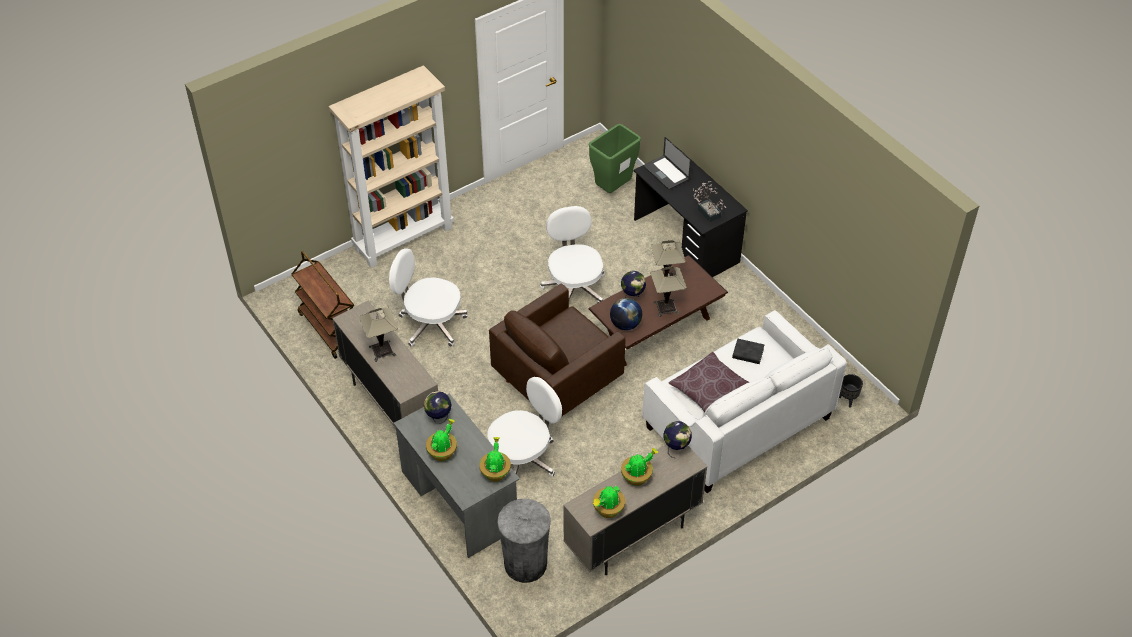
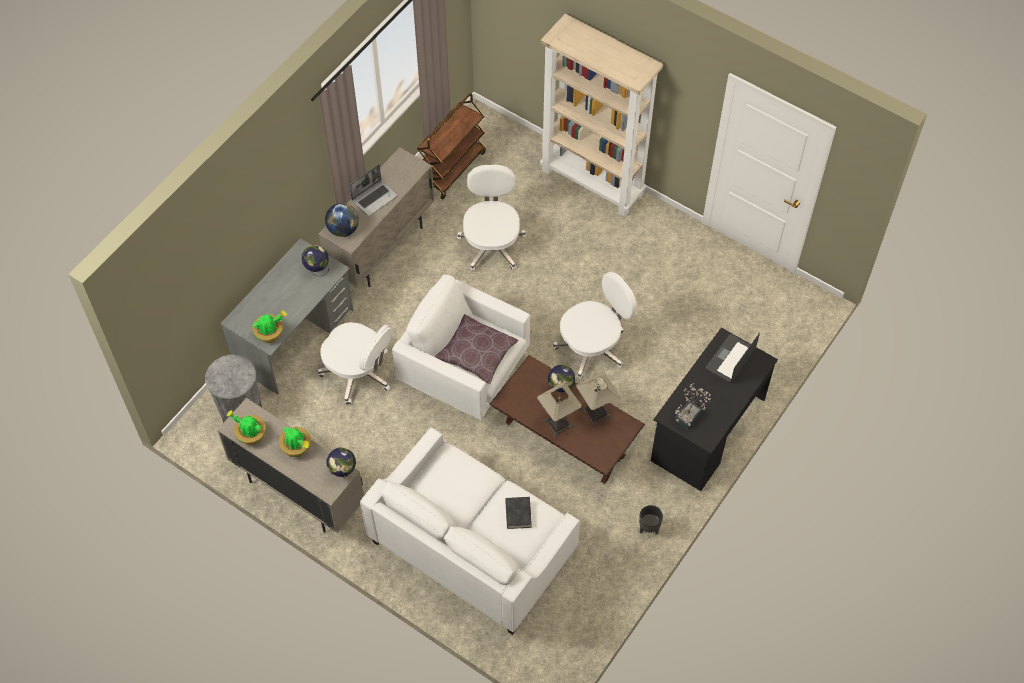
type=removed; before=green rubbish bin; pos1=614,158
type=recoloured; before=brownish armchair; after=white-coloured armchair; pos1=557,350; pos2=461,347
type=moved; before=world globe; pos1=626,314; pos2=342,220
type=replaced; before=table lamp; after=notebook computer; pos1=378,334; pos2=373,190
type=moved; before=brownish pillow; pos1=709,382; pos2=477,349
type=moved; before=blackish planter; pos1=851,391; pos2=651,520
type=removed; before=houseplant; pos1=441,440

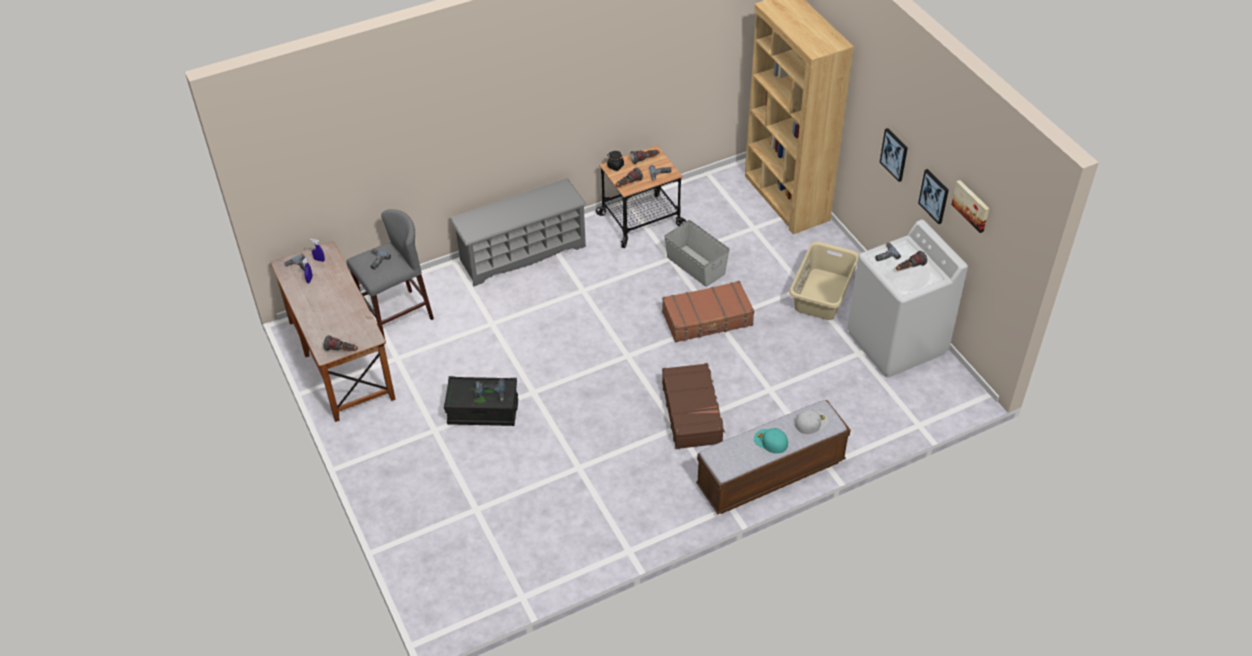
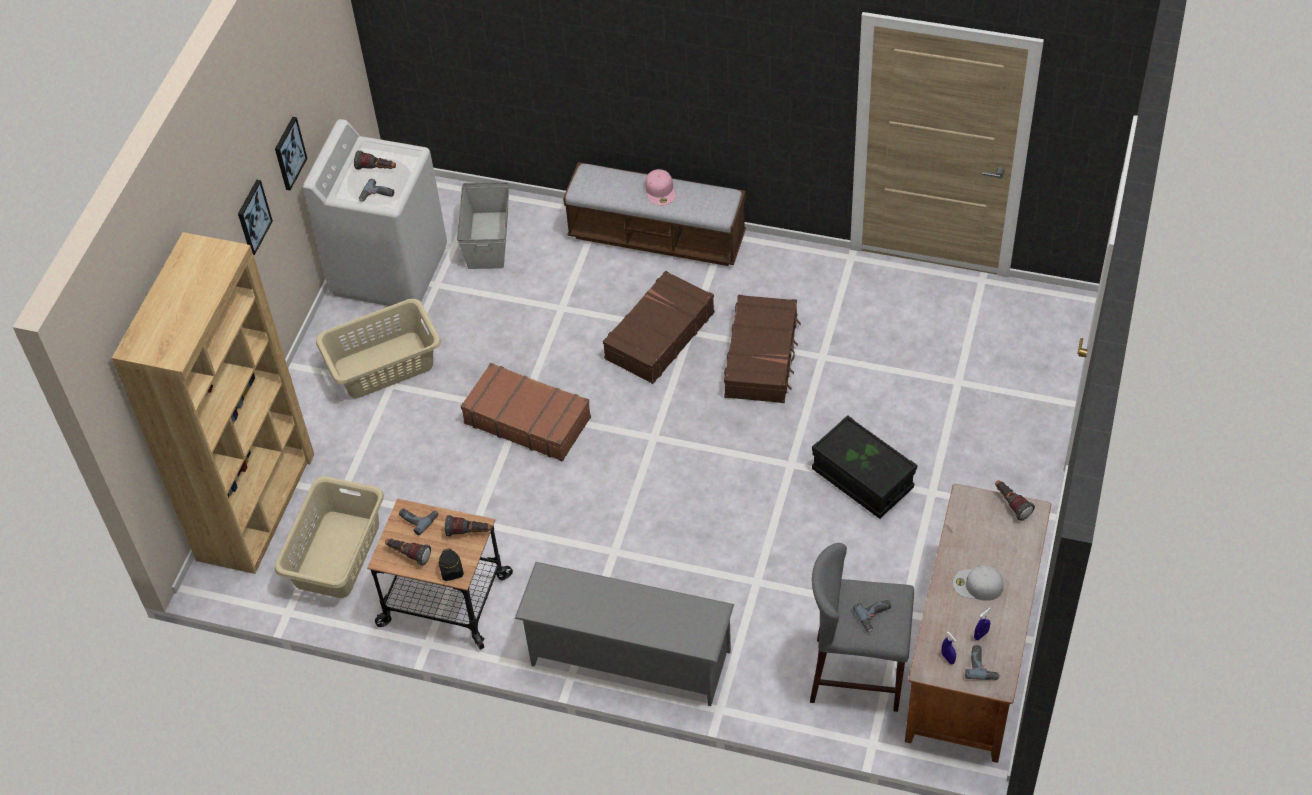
type=removed; before=wall art; pos1=970,206
type=moved; before=gray storage bin; pos1=697,253; pos2=483,225
type=removed; before=power drill; pos1=490,390
type=moved; before=white-coloured cap; pos1=812,421; pos2=978,583
type=recoloured; before=turquoise cap; after=pink-coloured cap; pos1=771,441; pos2=660,187
type=added; after=brownish piece of luggage; pos2=762,349
type=added; after=beige laundry basket; pos2=329,537

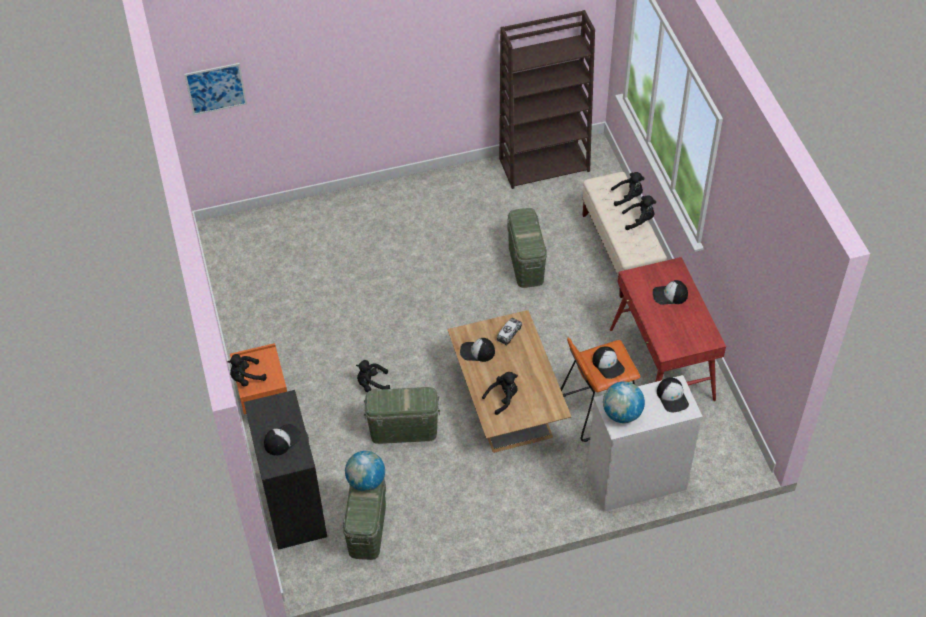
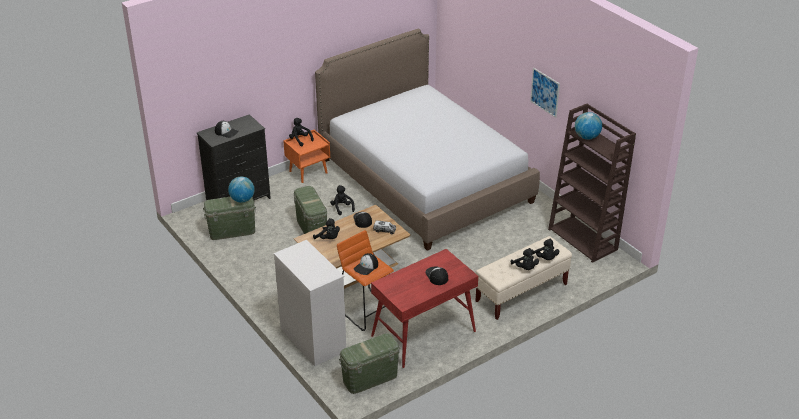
type=moved; before=wall art; pos1=215,89; pos2=545,93
type=moved; before=green storage bin; pos1=527,248; pos2=369,363
type=removed; before=cap; pos1=673,395
type=moved; before=world globe; pos1=624,402; pos2=588,125
type=added; after=bed; pos2=427,140

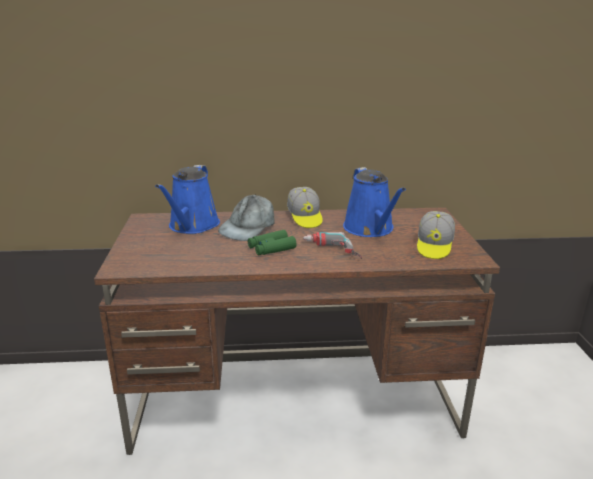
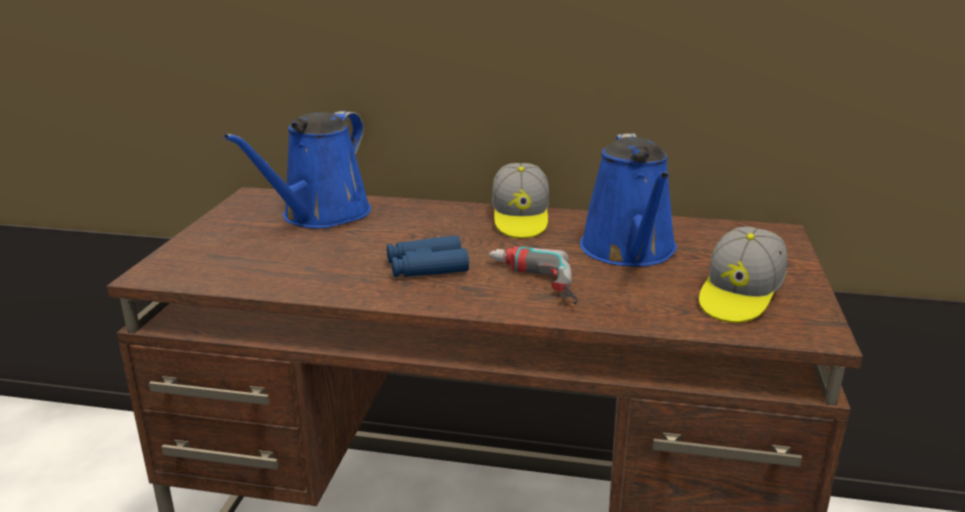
type=removed; before=gray cap; pos1=246,217
type=recoloured; before=green field glasses; after=blue field glasses; pos1=272,242; pos2=428,256

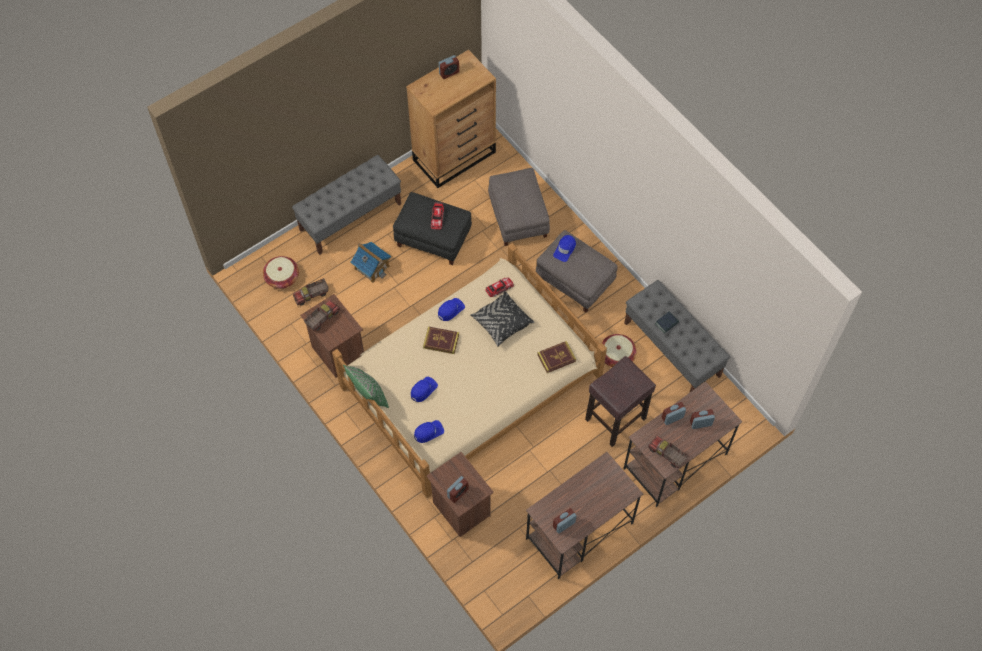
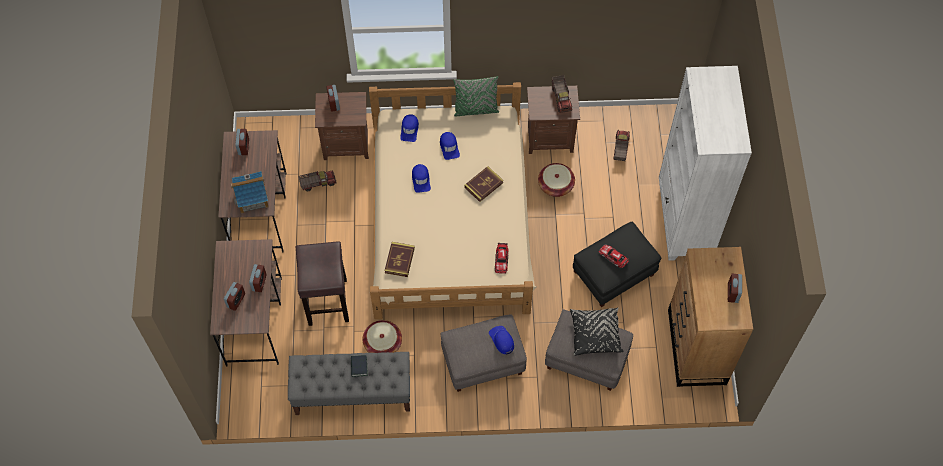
type=replaced; before=gray bench; after=white-coloured shelving unit; pos1=346,205; pos2=705,163
type=moved; before=miniature house; pos1=370,262; pos2=250,192
type=moved; before=storage basket; pos1=281,272; pos2=556,180
type=moved; before=blackish pillow; pos1=503,319; pos2=597,331
type=moved; before=blue cap; pos1=451,309; pos2=421,178
type=moved; before=toy lorry; pos1=668,452; pos2=317,181

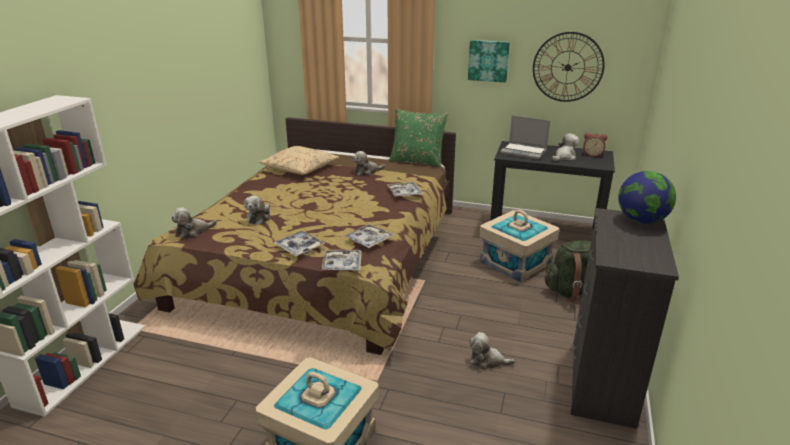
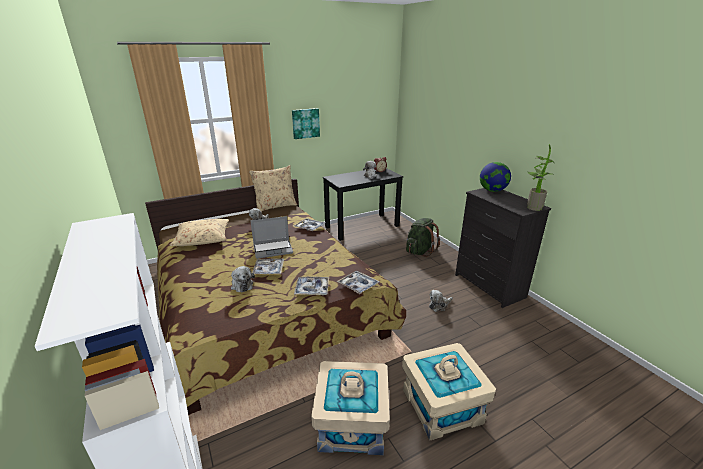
type=removed; before=hanging clock; pos1=569,67
type=recoloured; before=green pillow; after=beige pillow; pos1=419,137; pos2=273,188
type=moved; before=notebook computer; pos1=525,137; pos2=271,237
type=removed; before=cuddly toy; pos1=194,223
type=moved; before=beige storage bin; pos1=520,246; pos2=350,408
type=moved; before=serving tray; pos1=369,236; pos2=268,266
type=added; after=houseplant; pos2=541,177

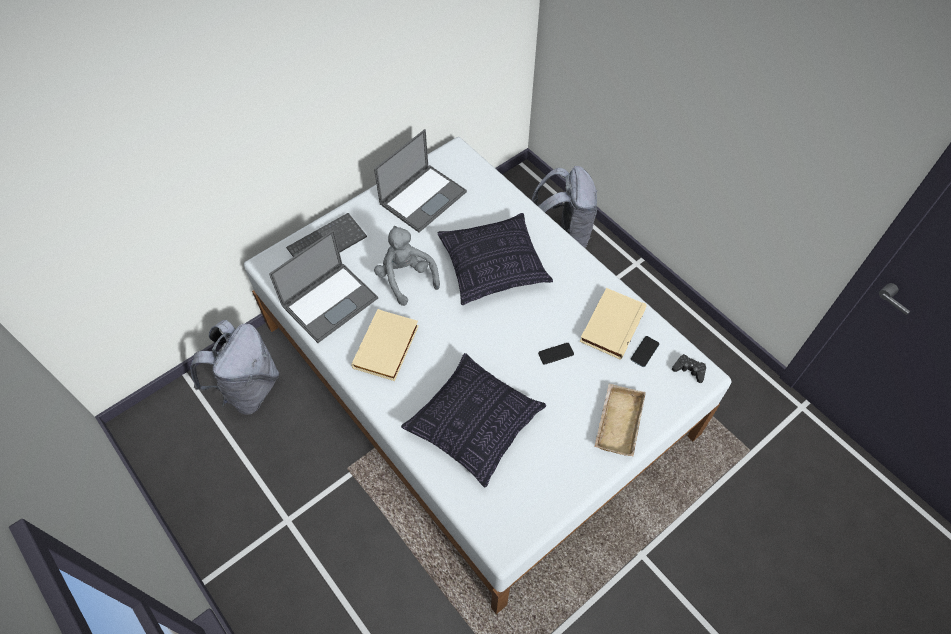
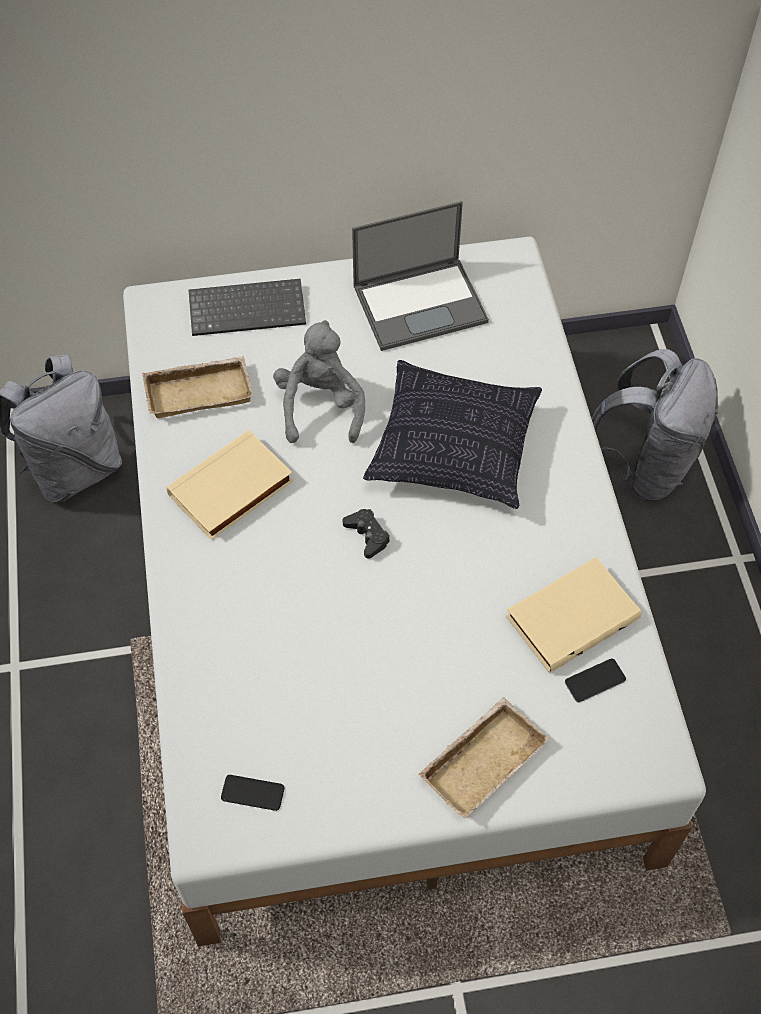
type=replaced; before=notebook computer; after=beige serving tray; pos1=323,286; pos2=197,387
type=moved; before=phone; pos1=556,354; pos2=252,793
type=removed; before=pillow; pos1=473,420
type=moved; before=blackish joypad; pos1=689,368; pos2=366,534

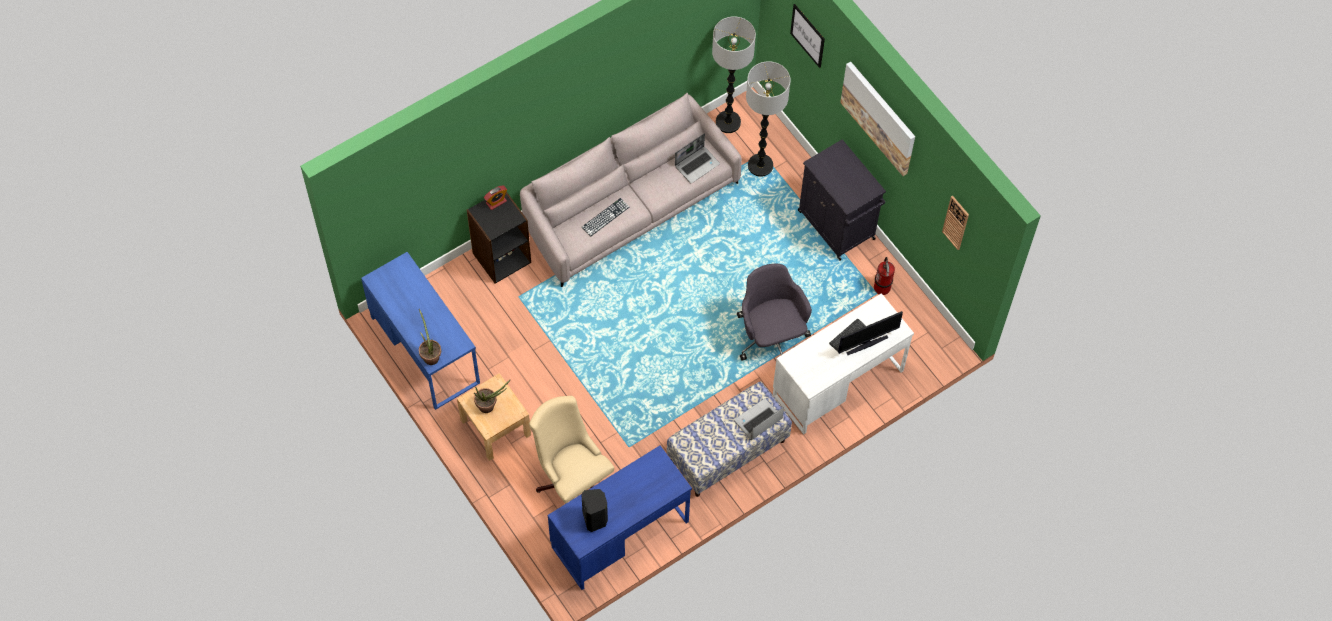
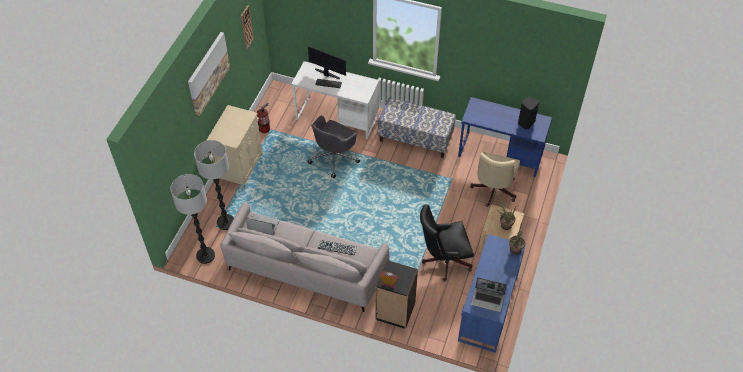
type=removed; before=wall art; pos1=807,36
type=recoloured; before=blackish cabinet; after=beige cabinet; pos1=842,200; pos2=234,147
type=moved; before=notebook computer; pos1=759,419; pos2=489,294
type=added; after=blackish computer chair; pos2=447,243

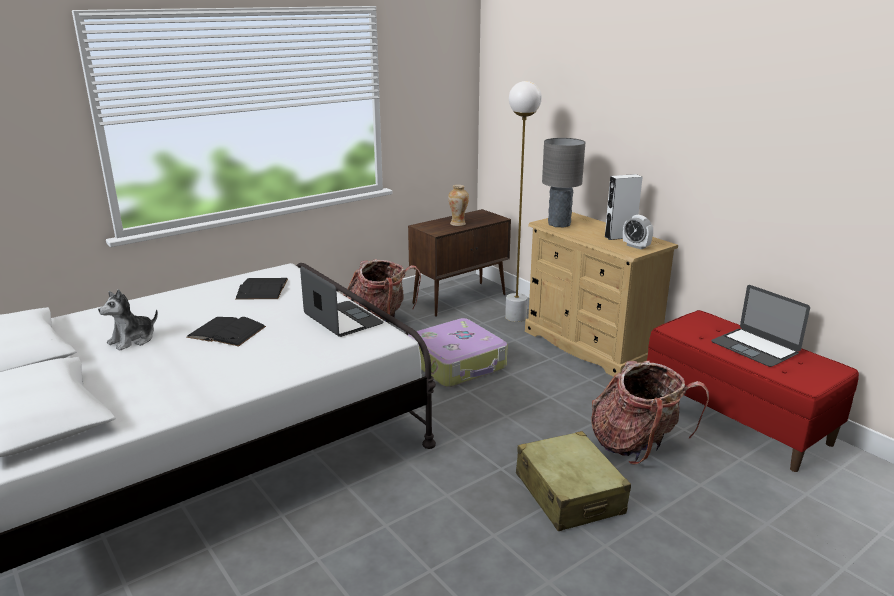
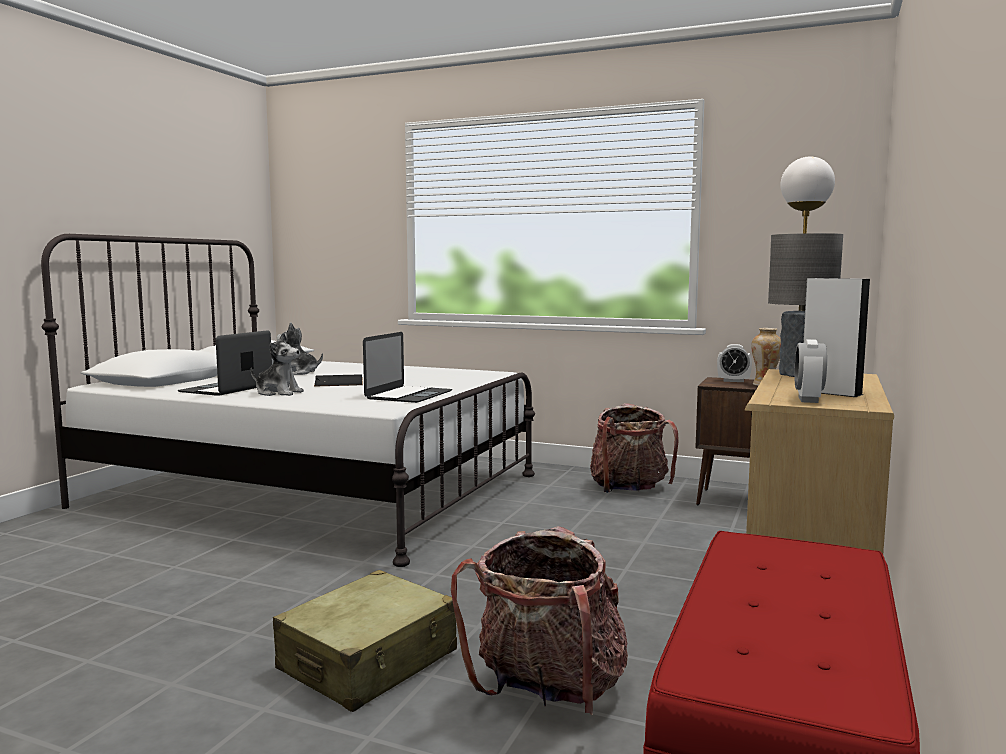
type=removed; before=blackish book; pos1=261,289
type=moved; before=notebook computer; pos1=760,326; pos2=225,363
type=removed; before=piece of luggage; pos1=457,352
type=added; after=cuddly toy; pos2=277,364
type=added; after=table clock; pos2=734,363

